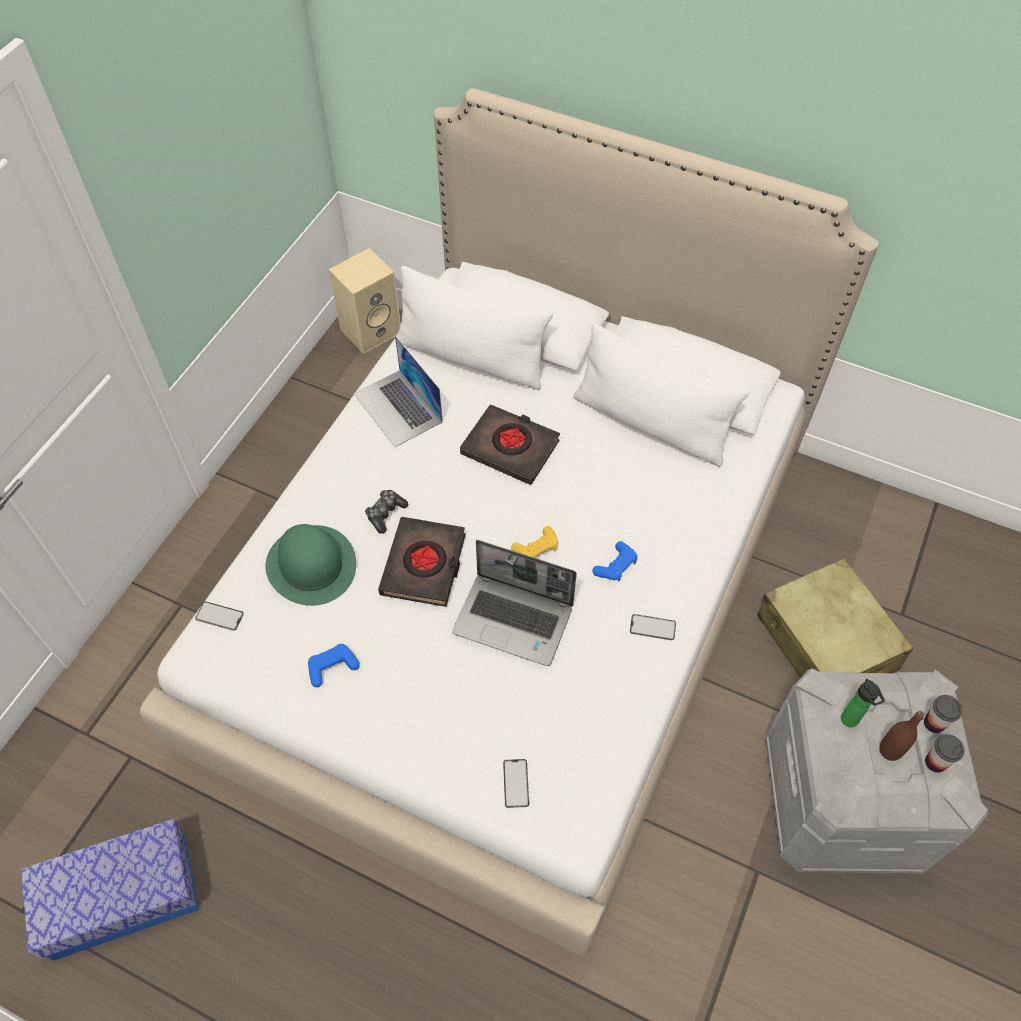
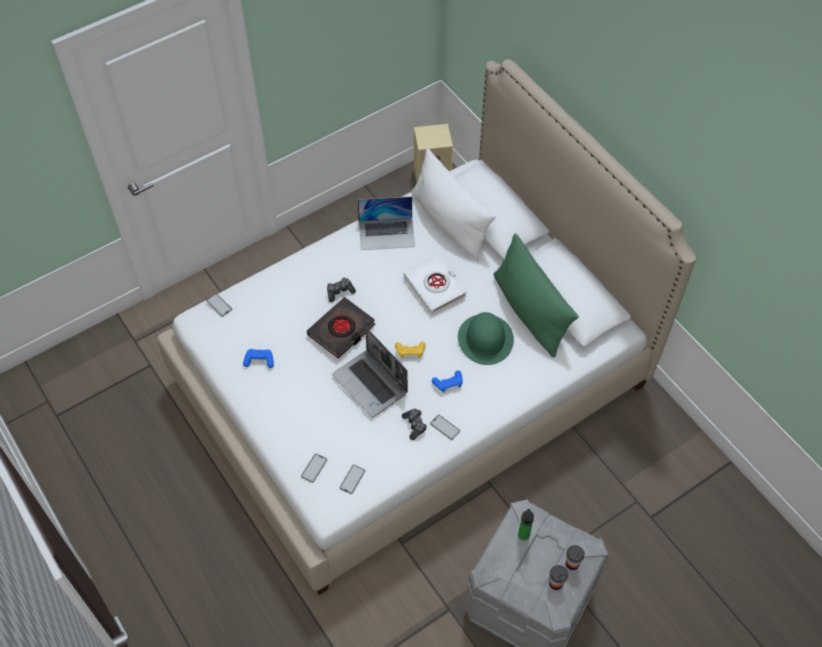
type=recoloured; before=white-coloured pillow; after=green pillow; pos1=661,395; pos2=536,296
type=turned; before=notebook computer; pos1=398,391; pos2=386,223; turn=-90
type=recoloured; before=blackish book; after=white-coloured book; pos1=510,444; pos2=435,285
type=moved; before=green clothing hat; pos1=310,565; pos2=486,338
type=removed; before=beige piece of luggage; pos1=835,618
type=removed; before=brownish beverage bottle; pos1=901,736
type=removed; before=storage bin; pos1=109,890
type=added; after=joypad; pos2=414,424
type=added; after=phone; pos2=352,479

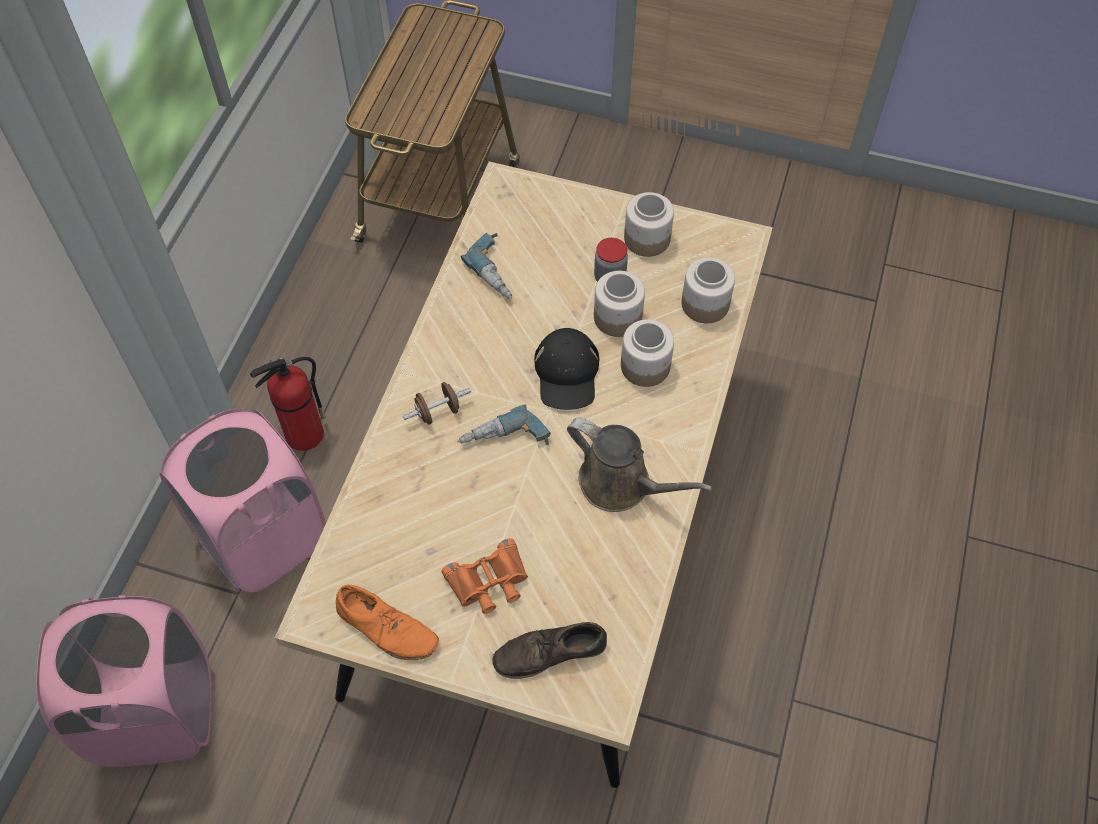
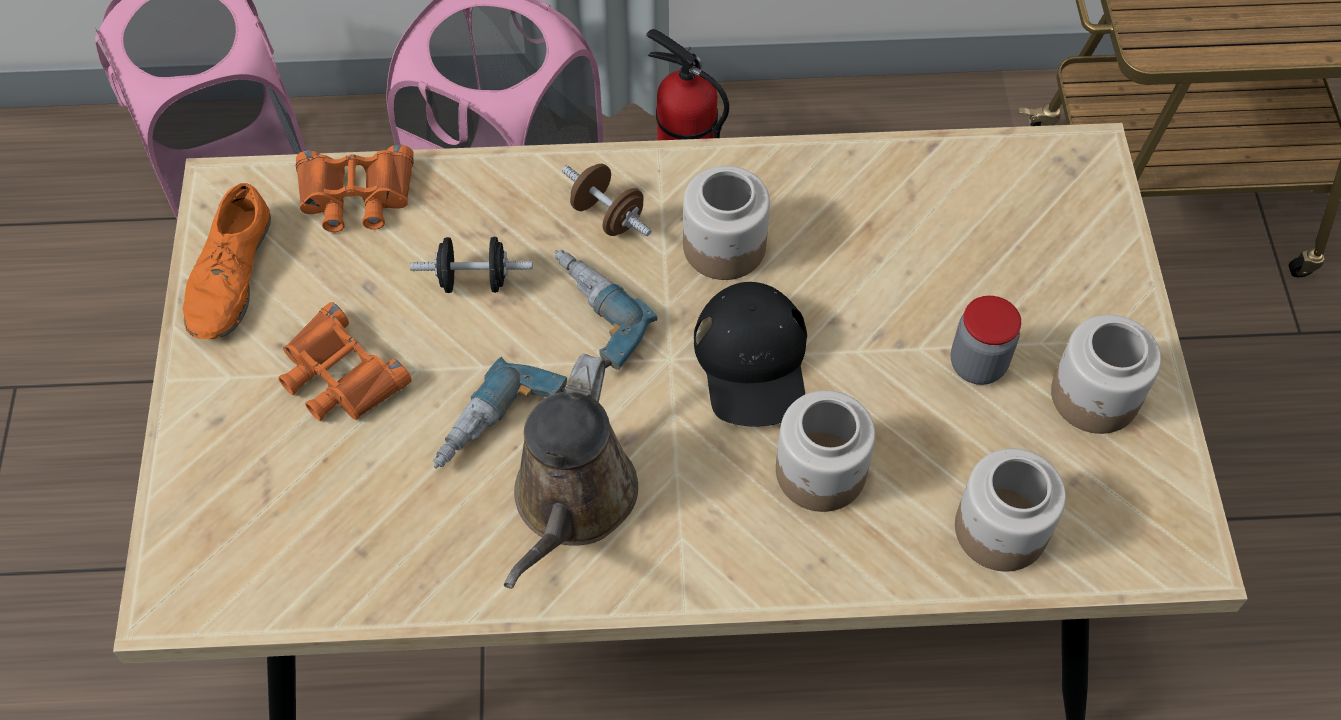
type=moved; before=power drill; pos1=486,266; pos2=500,413
type=moved; before=preserve jar; pos1=619,304; pos2=726,223
type=turned; before=blackish cap; pos1=566,369; pos2=750,354; turn=-75
type=removed; before=brownish item of footwear; pos1=549,650
type=added; after=orangey field glasses; pos2=355,188
type=added; after=blackish free weight; pos2=471,265

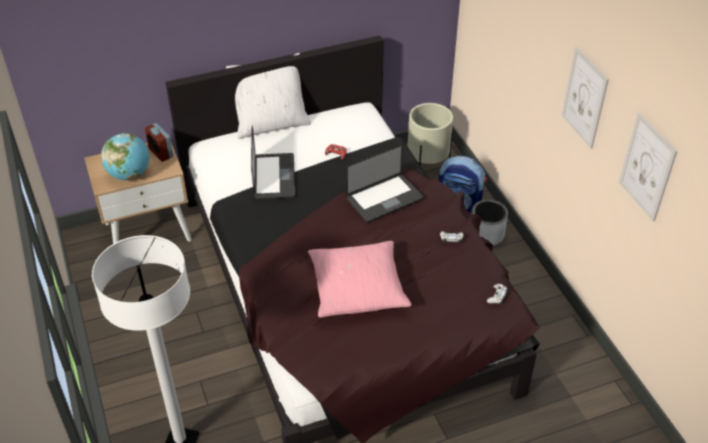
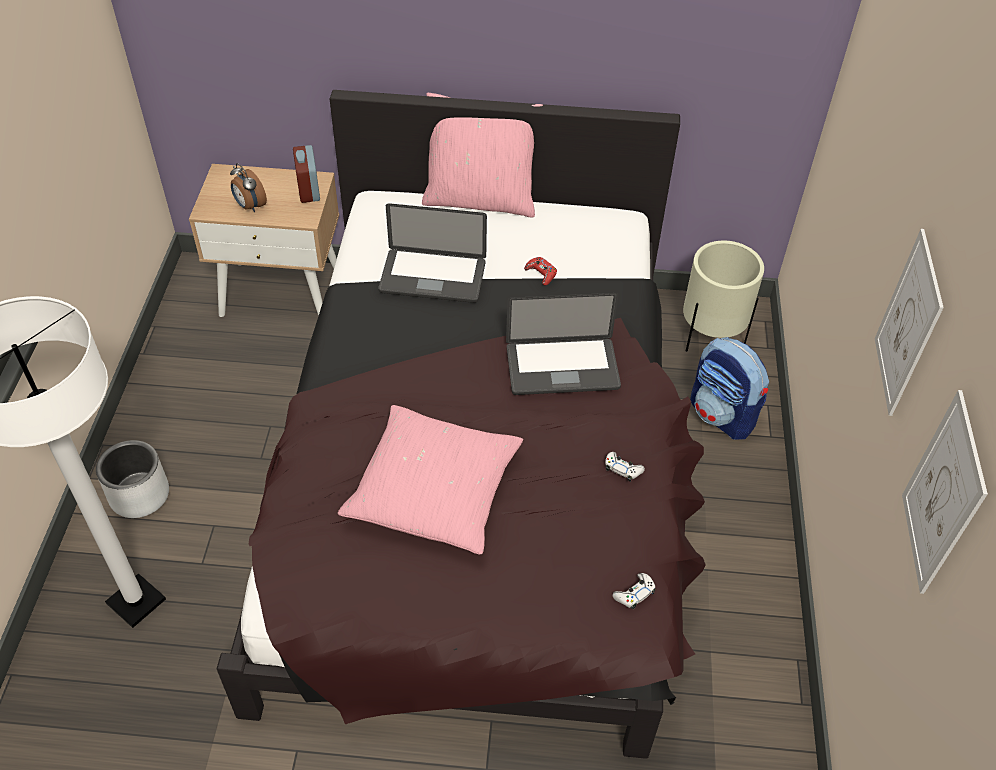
type=recoloured; before=white-coloured pillow; after=pink-coloured pillow; pos1=268,96; pos2=482,155
type=turned; before=notebook computer; pos1=273,162; pos2=432,253; turn=75
type=replaced; before=world globe; after=table clock; pos1=125,156; pos2=248,187
type=moved; before=gray planter; pos1=489,222; pos2=132,479

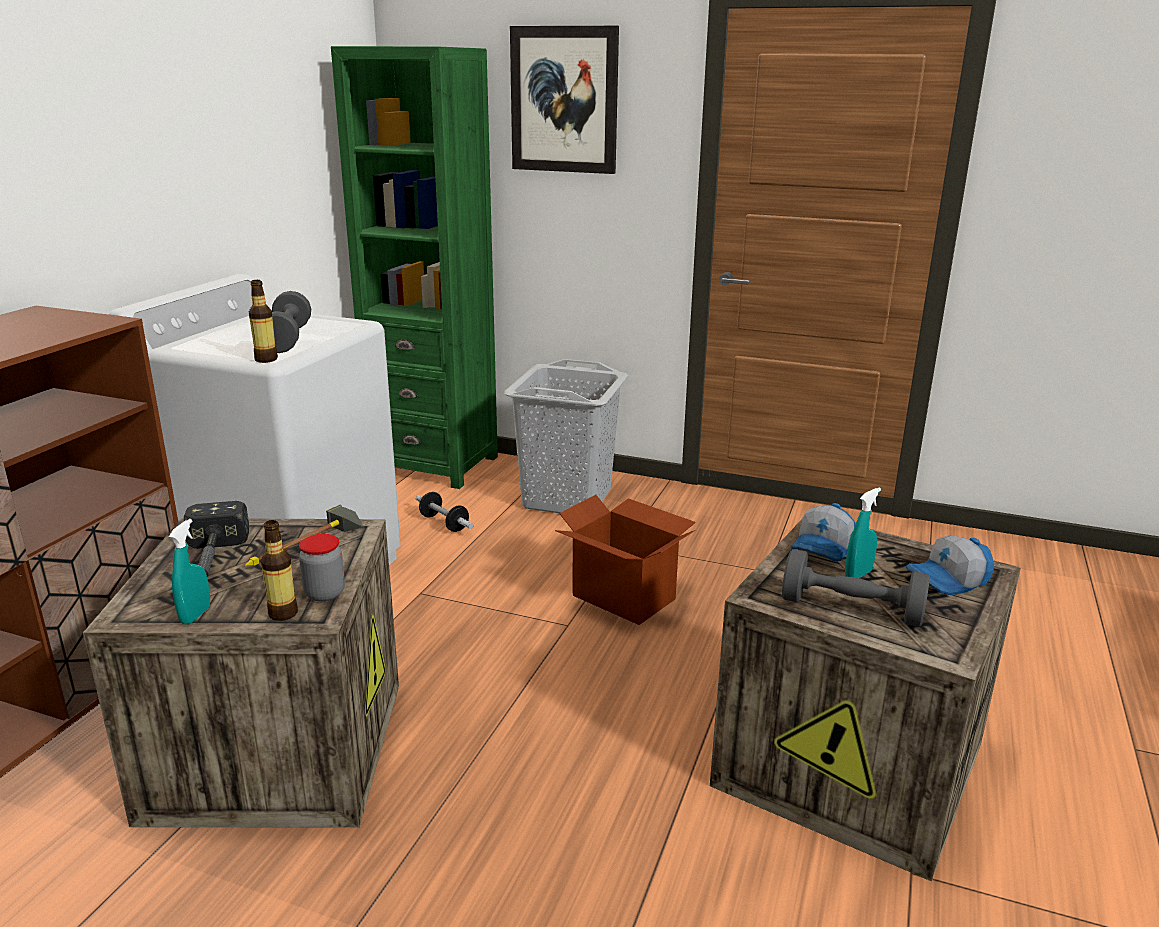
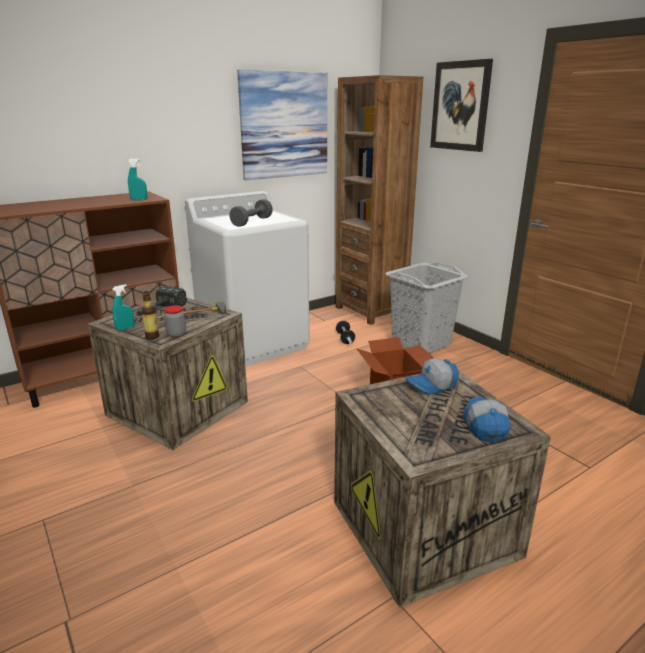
type=recoloured; before=green shelving unit; after=brownish shelving unit; pos1=414,267; pos2=379,200
type=removed; before=beverage bottle; pos1=263,321
type=moved; before=turquoise hand sprayer; pos1=863,533; pos2=137,179
type=turned; before=cap; pos1=950,565; pos2=486,420; turn=75
type=removed; before=gray free weight; pos1=856,588
type=added; after=wall art; pos2=282,124

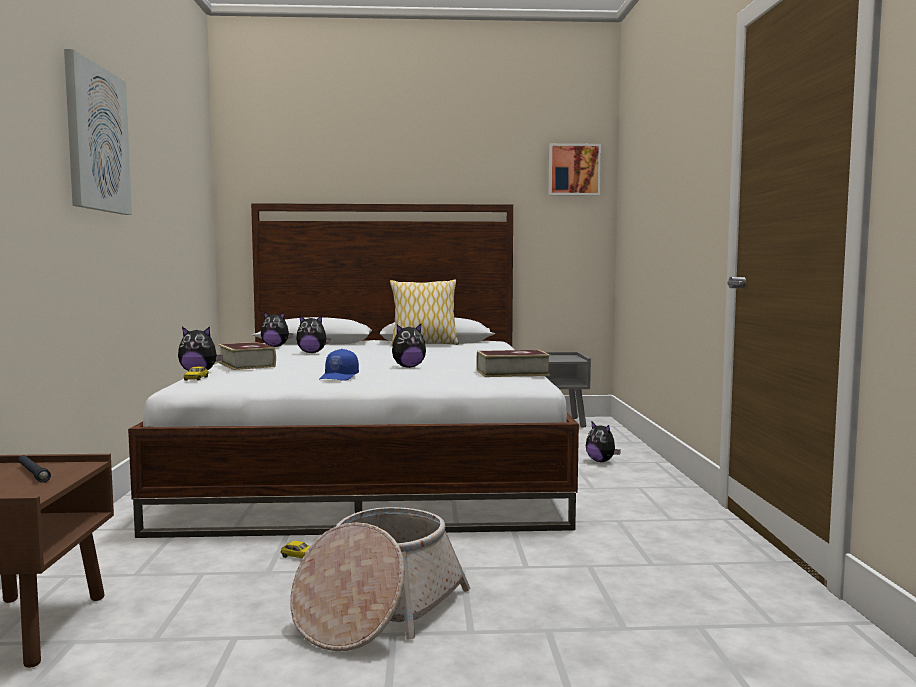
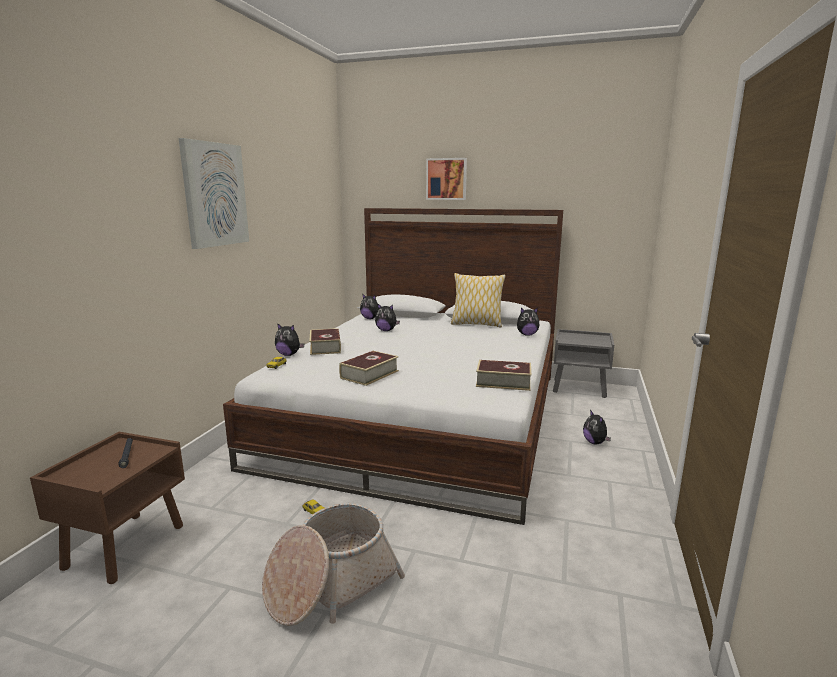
type=moved; before=wall art; pos1=575,169; pos2=446,179
type=moved; before=cuddly toy; pos1=409,346; pos2=528,322
type=replaced; before=blue cap; after=book; pos1=339,365; pos2=369,368

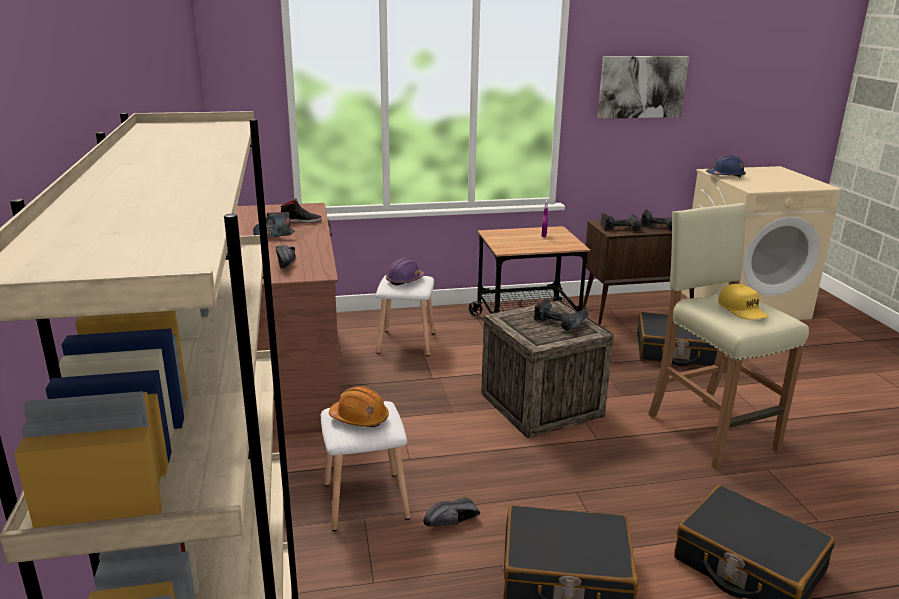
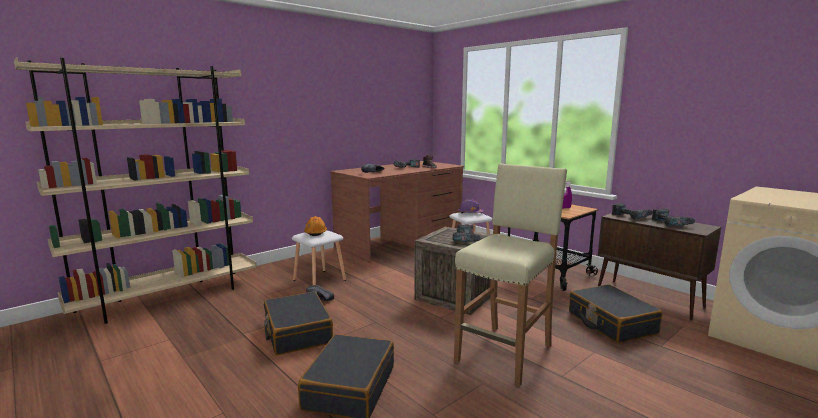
type=removed; before=wall art; pos1=643,87
type=removed; before=blue safety helmet; pos1=726,166
type=removed; before=yellow-coloured cap; pos1=743,301

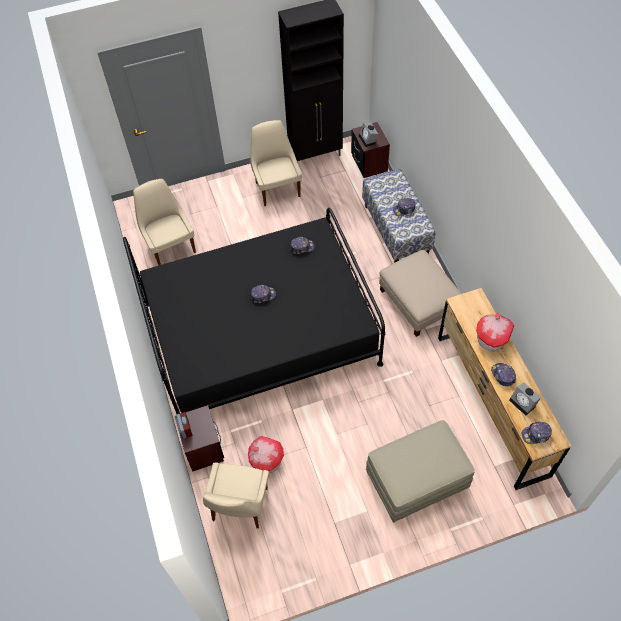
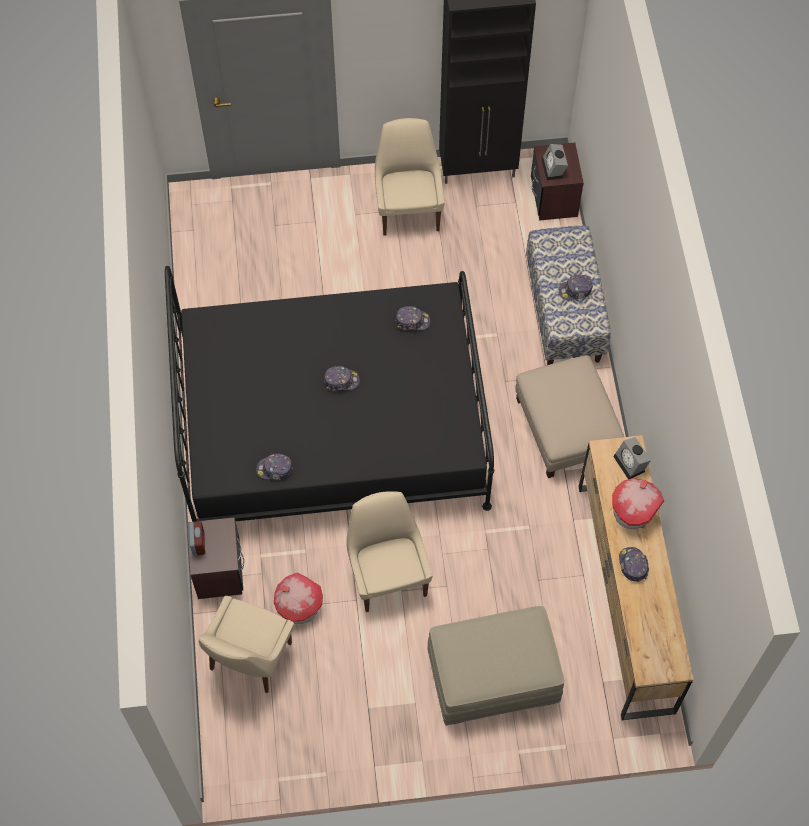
type=moved; before=beige chair; pos1=164,222; pos2=389,551
type=moved; before=table clock; pos1=525,398; pos2=632,458
type=moved; before=cap; pos1=537,433; pos2=274,466

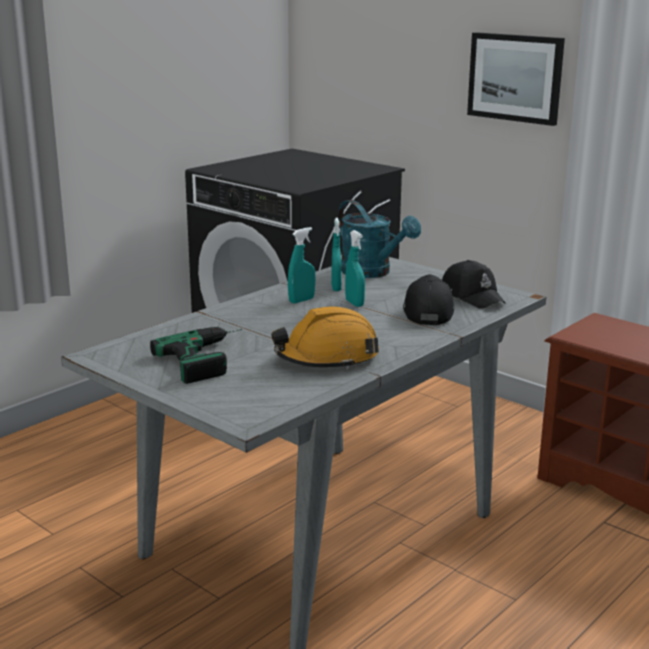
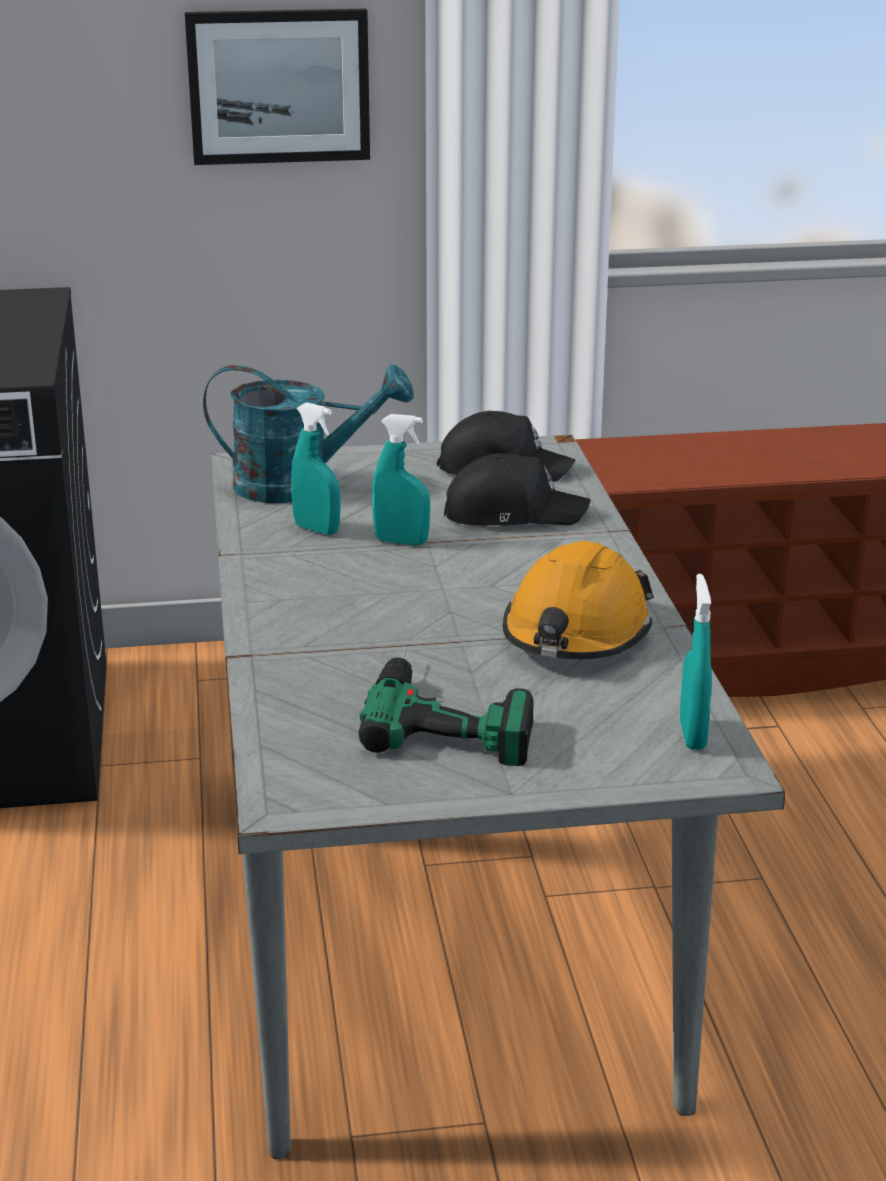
type=moved; before=turquoise hand sprayer; pos1=301,265; pos2=696,662
type=turned; before=blackish cap; pos1=428,299; pos2=517,489; turn=135

